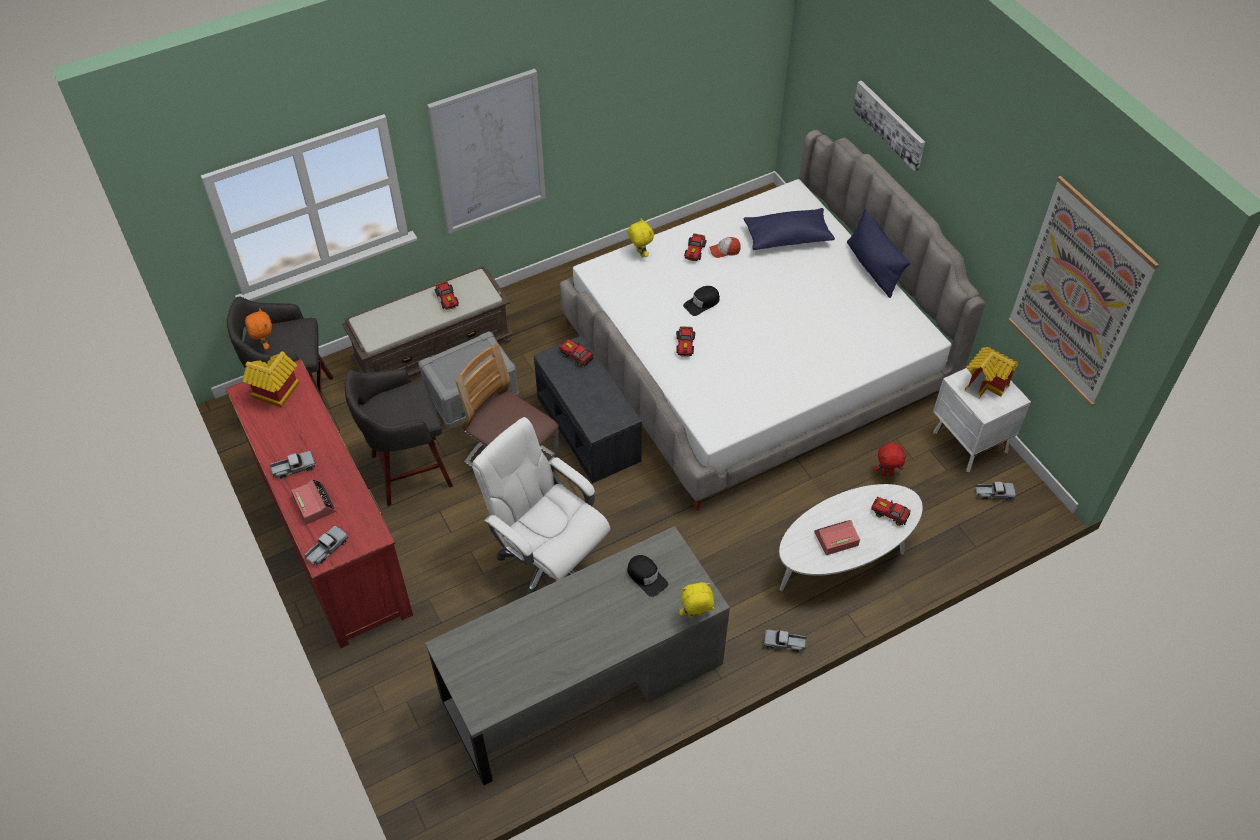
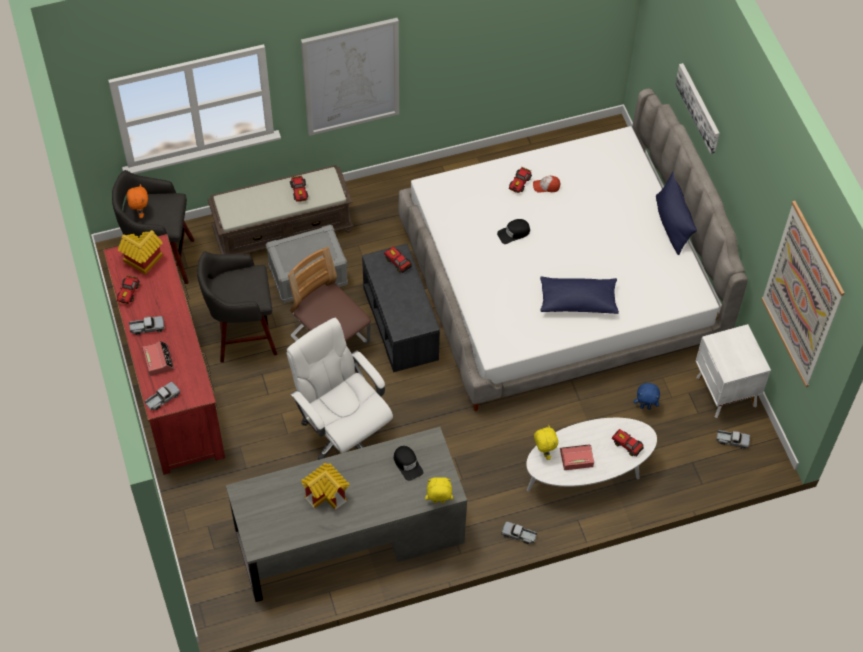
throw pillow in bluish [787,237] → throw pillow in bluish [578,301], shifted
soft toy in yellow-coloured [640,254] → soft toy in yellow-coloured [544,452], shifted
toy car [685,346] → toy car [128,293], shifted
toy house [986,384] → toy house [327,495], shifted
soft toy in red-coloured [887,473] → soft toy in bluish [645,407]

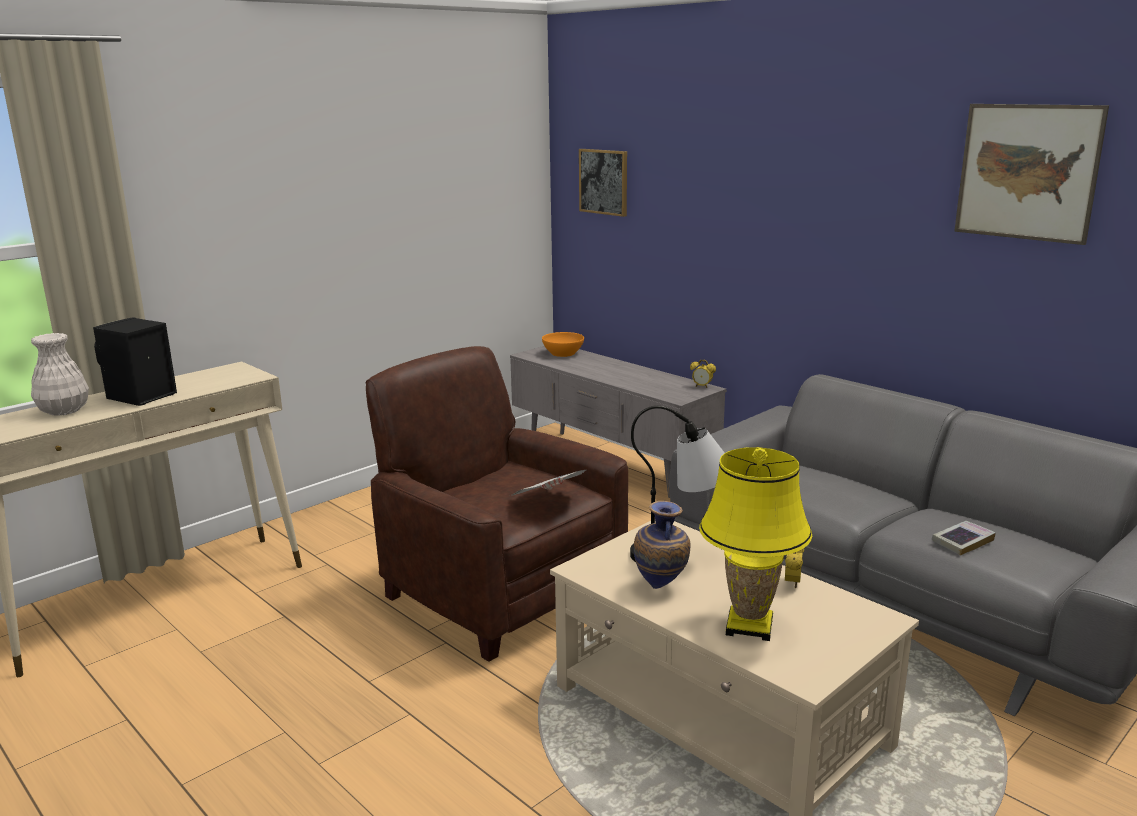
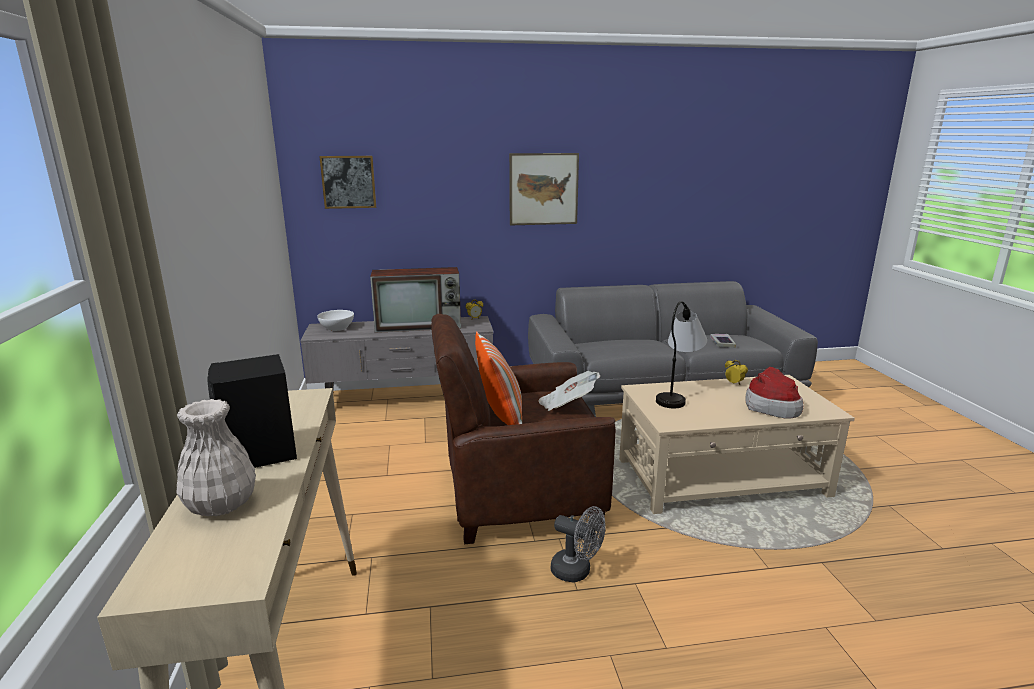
wall picture [1027,172] → wall picture [543,189], shifted
deep dish in orange-coloured [563,353] → deep dish in white-coloured [337,328]
lamp for a table in yellow-coloured [750,626] → clothing hat [771,406]
decorative vase [661,587] → -
- → television [420,325]
- → throw pillow [500,417]
- → fan in grey [577,571]

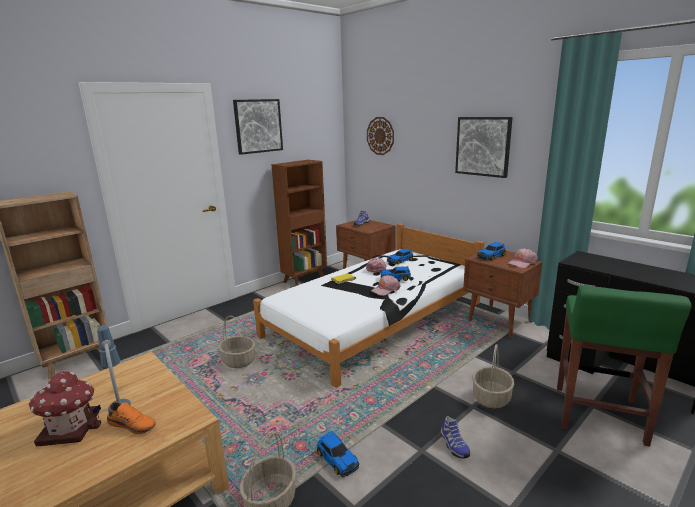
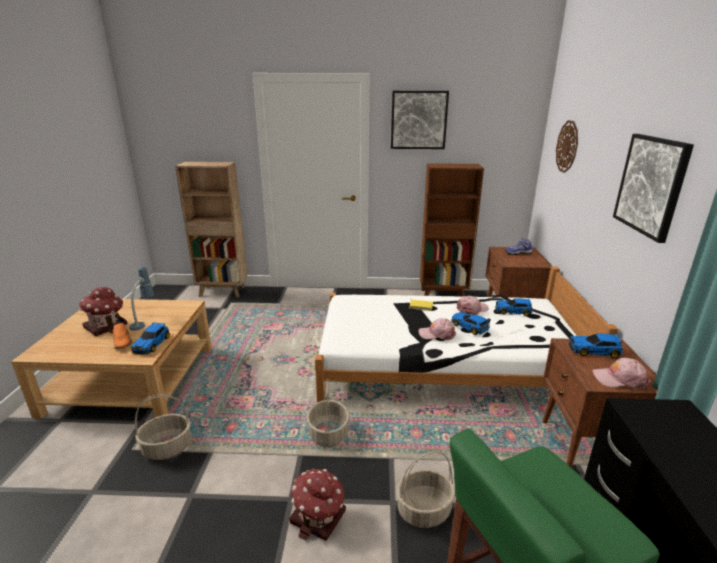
storage basket [238,361] → storage basket [328,434], shifted
shoe [453,445] → toy house [318,517]
toy car [337,458] → toy car [152,343], shifted

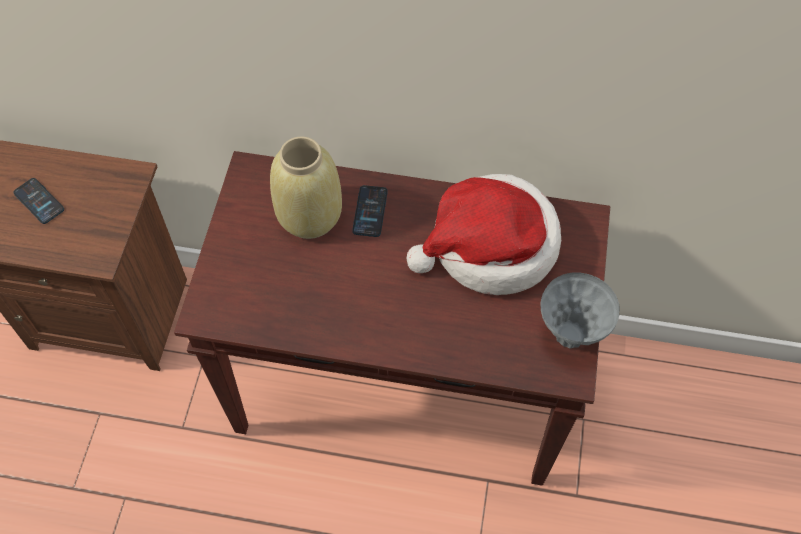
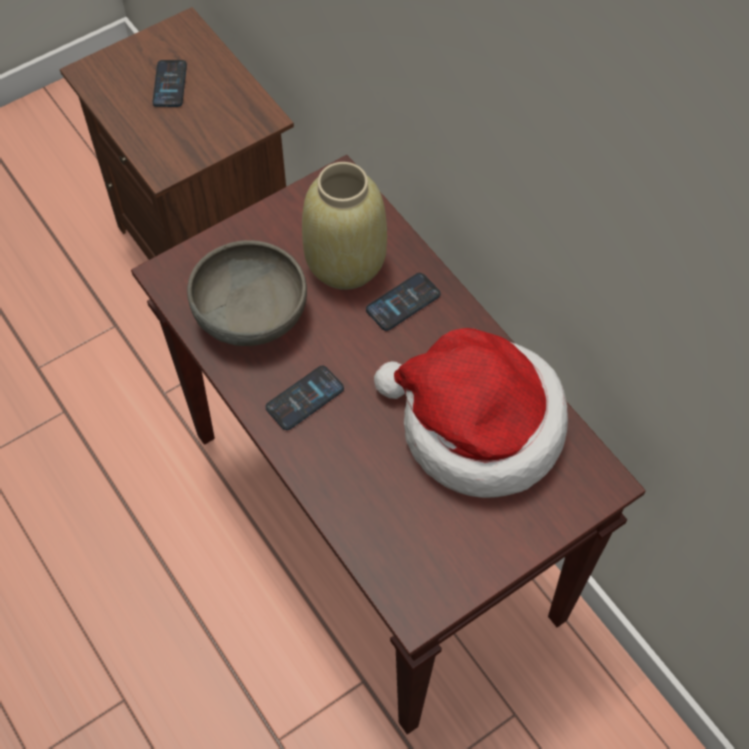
decorative vase in grey [570,335] → -
- → deep dish in grey [250,313]
- → phone [305,398]

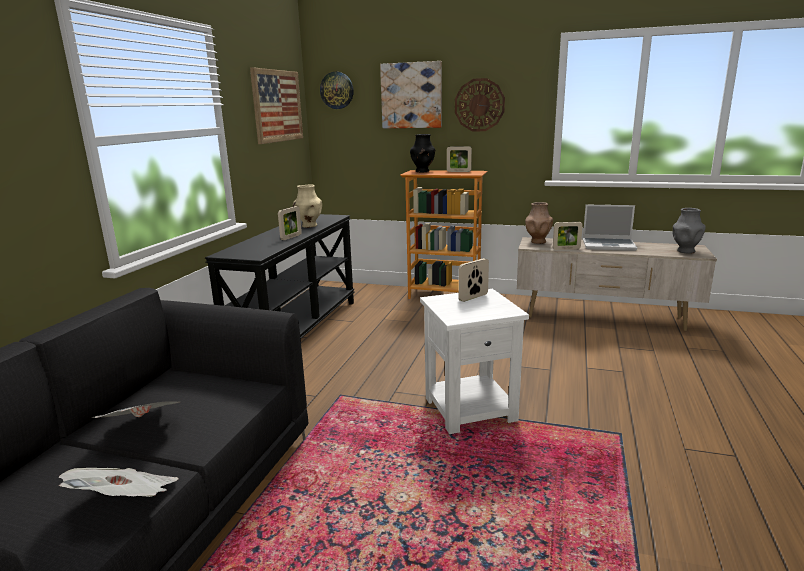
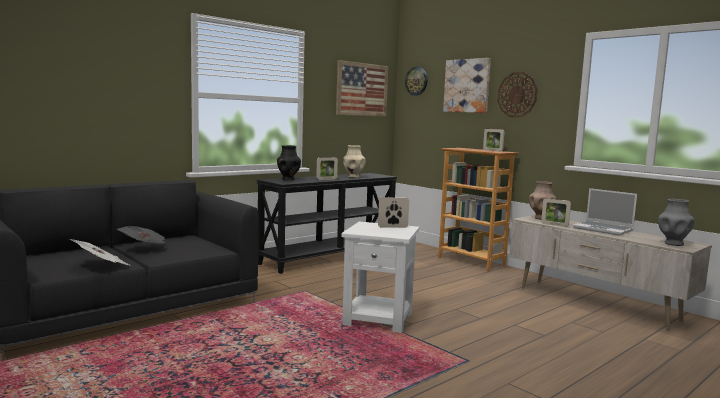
decorative vase in blackish [422,171] → decorative vase in blackish [288,179], shifted

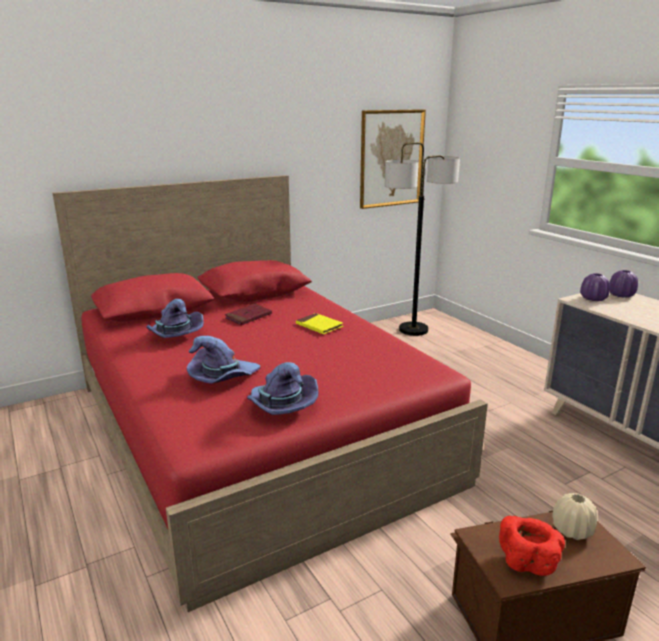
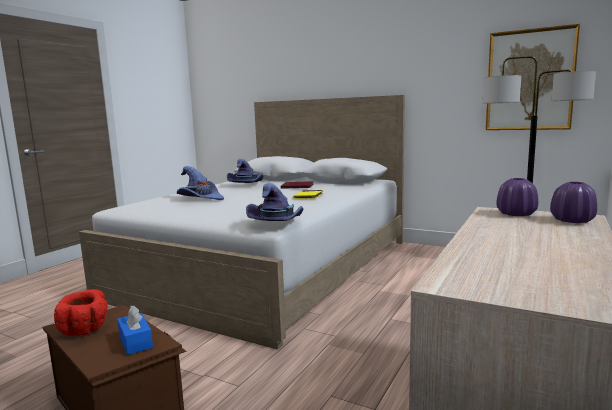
sleeping bed in red-coloured [256,430] → sleeping bed in white-coloured [269,266]
clothing hat in purplish [280,406] → clothing hat in purplish [276,223], shifted
decorative vase in beige-coloured [572,530] → tissue holder in bluish [135,342]

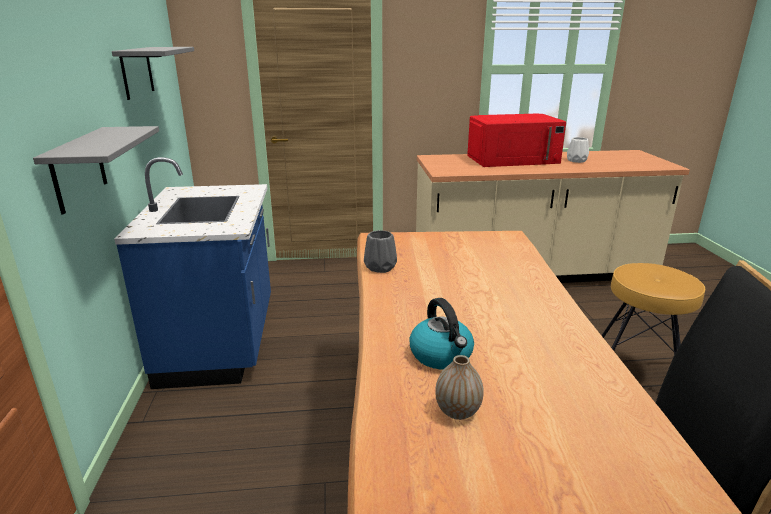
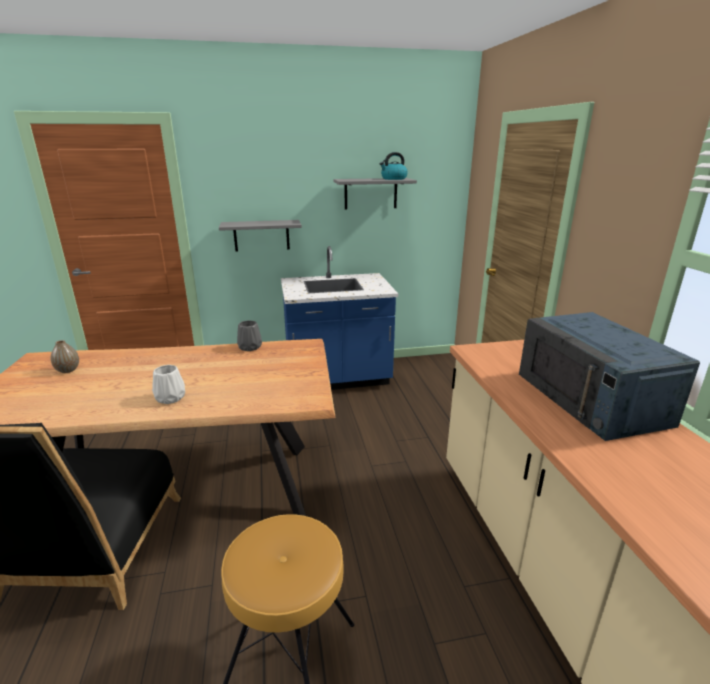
microwave in red-coloured [513,159] → microwave in bluish [591,398]
decorative vase in white-coloured [576,160] → decorative vase in white-coloured [171,397], shifted
tea kettle [442,355] → tea kettle [393,179], shifted

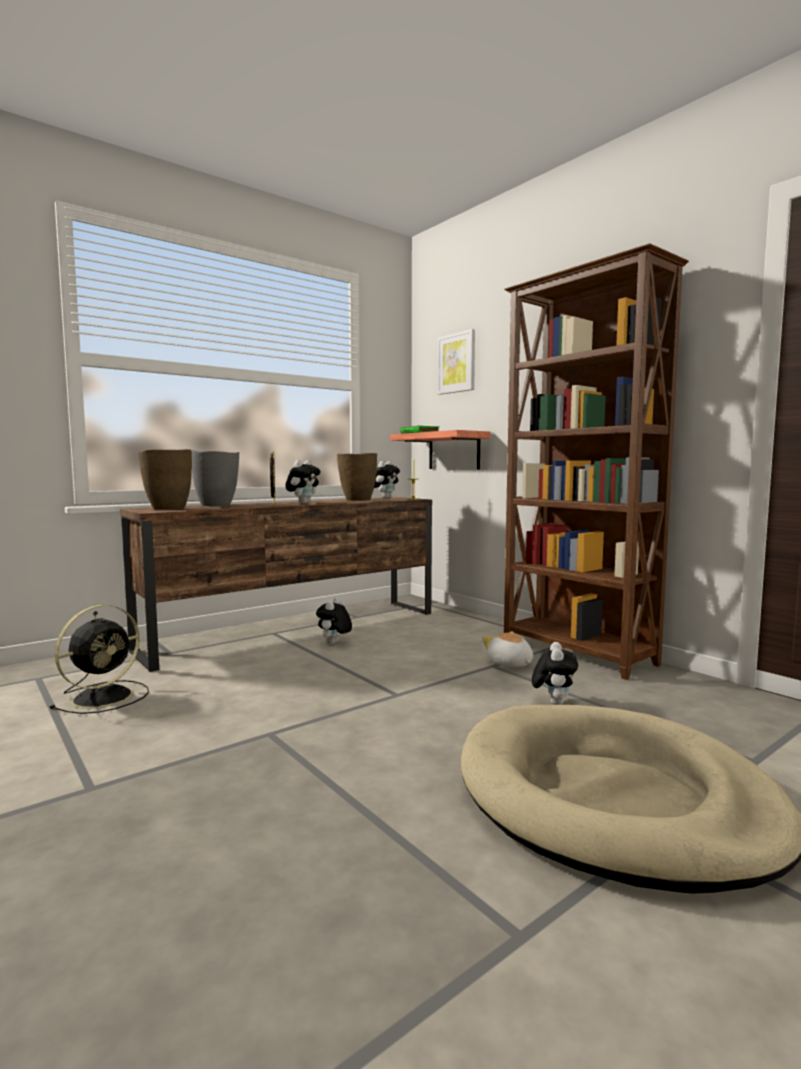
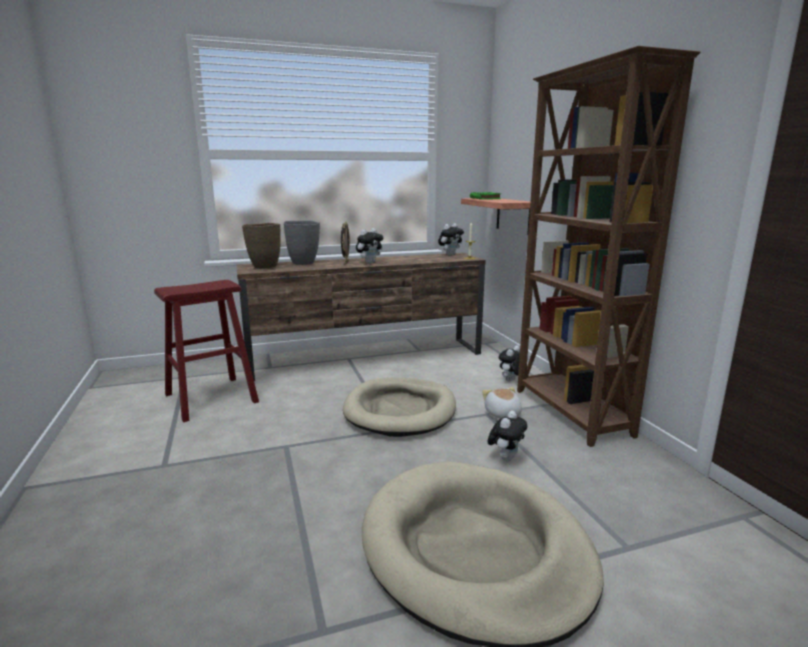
wall picture [456,363] → -
decorative vase in brown [357,500] → -
soft toy [334,643] → soft toy [511,381], shifted
fan in blackish [105,696] → stool seat in red-coloured [211,398]
- → dog cushion in beige-coloured [400,410]

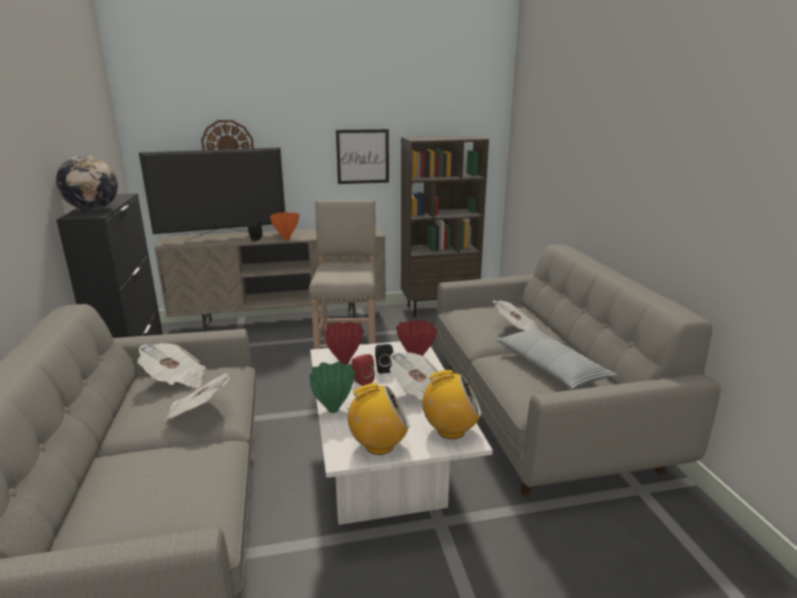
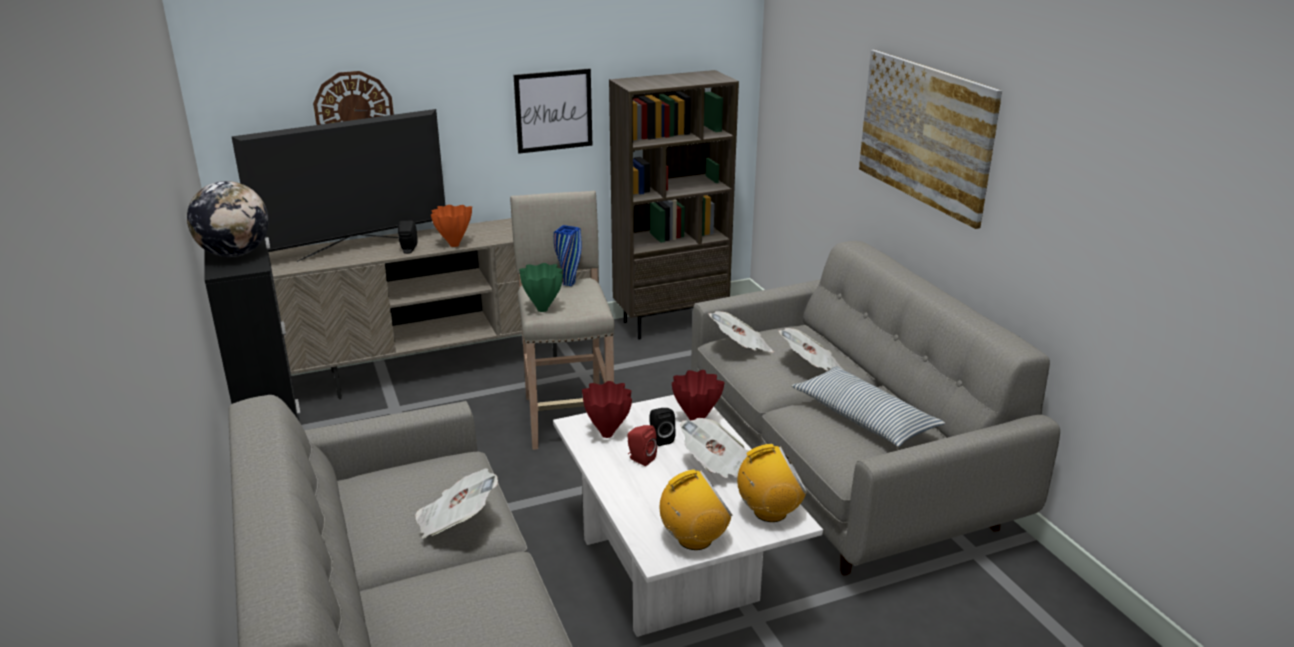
daily paper [176,380] → daily paper [741,347], shifted
decorative vase in green-coloured [334,409] → decorative vase in green-coloured [543,309], shifted
- → wall picture [925,134]
- → decorative vase in bluish [569,283]

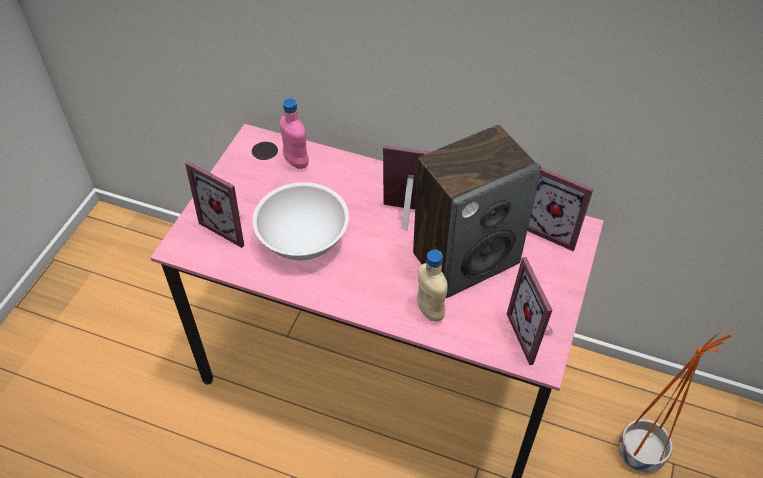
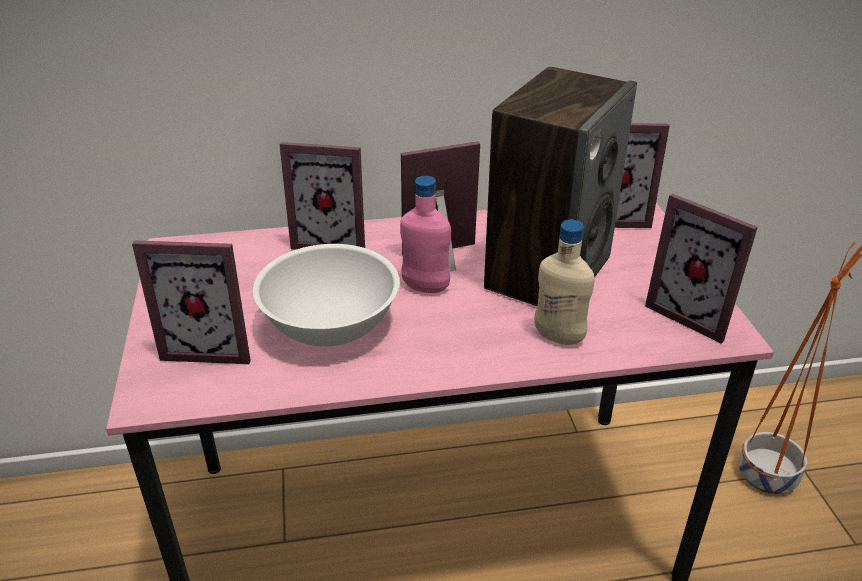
drink bottle in pink-coloured [296,162] → drink bottle in pink-coloured [425,287], shifted
- → photo frame [332,240]

